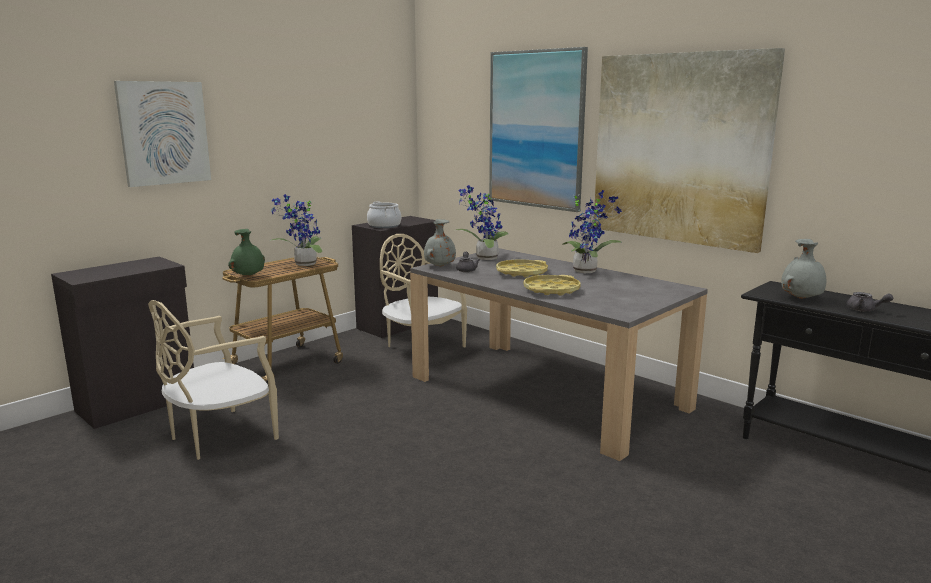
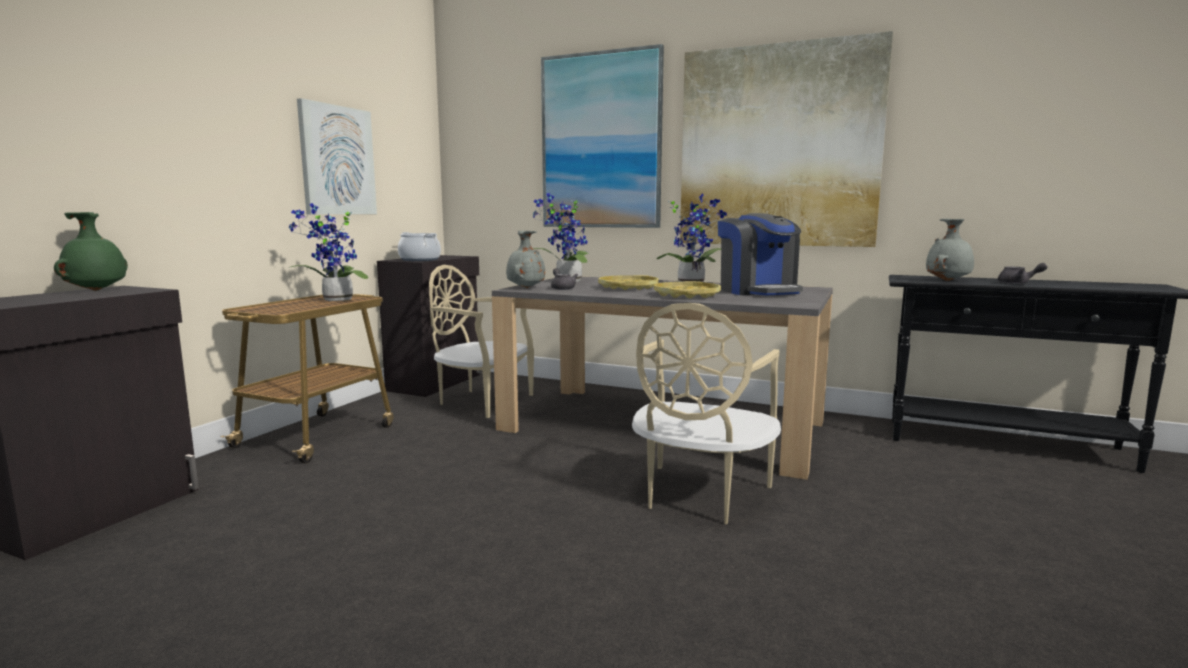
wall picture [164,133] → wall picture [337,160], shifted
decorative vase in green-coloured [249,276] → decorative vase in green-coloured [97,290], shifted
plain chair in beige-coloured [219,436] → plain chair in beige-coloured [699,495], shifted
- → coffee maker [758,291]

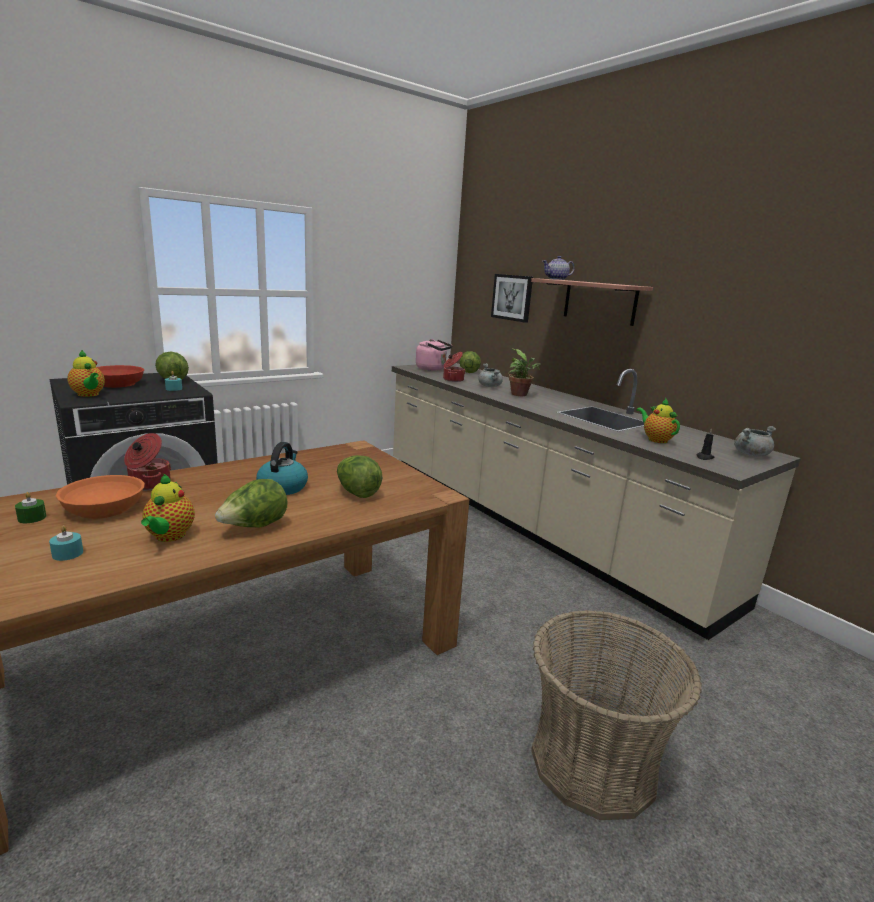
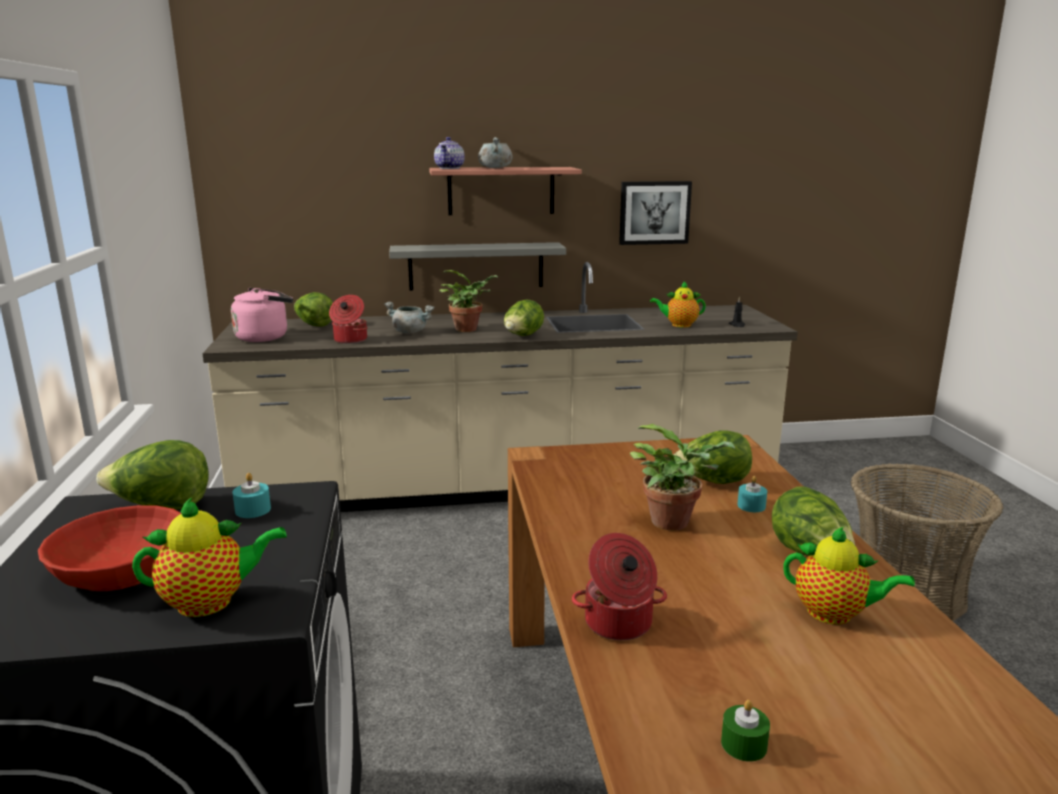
wall picture [512,297] → wall picture [654,212], shifted
stockpot in grey [751,454] → stockpot in grey [495,168], shifted
tea kettle [283,487] → potted plant [675,522]
deep dish in orange-coloured [104,508] → -
wax light in turquoise [67,553] → wax light in turquoise [751,506], shifted
- → bracket shelf in grey [476,266]
- → lettuce head [522,336]

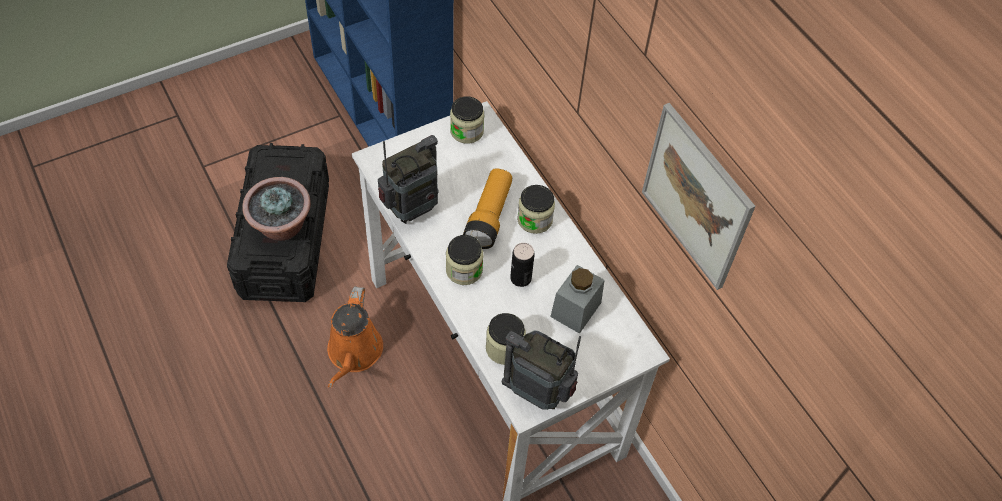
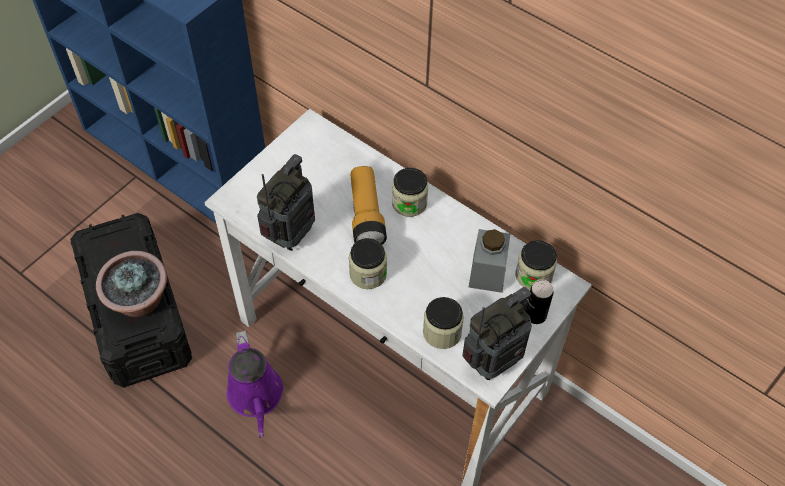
storage jar [466,131] → storage jar [533,275], shifted
wall picture [696,197] → -
can [520,278] → can [535,315], shifted
watering pot in orange-coloured [354,353] → watering pot in purplish [256,397]
radio receiver [538,393] → radio receiver [493,361], 135 degrees clockwise

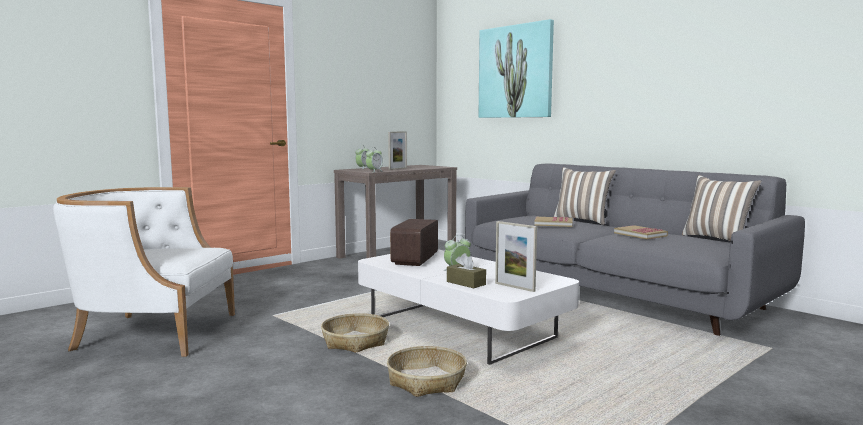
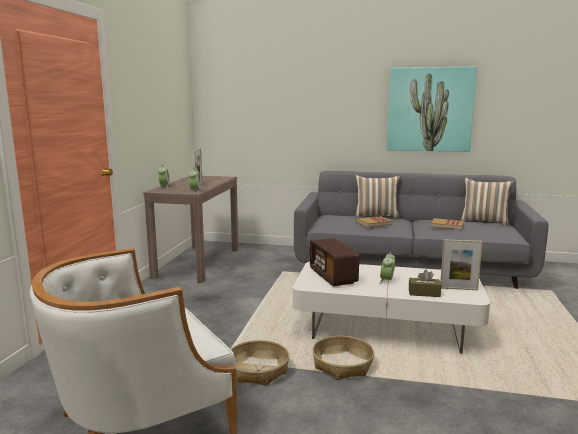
wall picture [516,72] → wall picture [429,109], shifted
storage basket [426,381] → storage basket [258,370], shifted

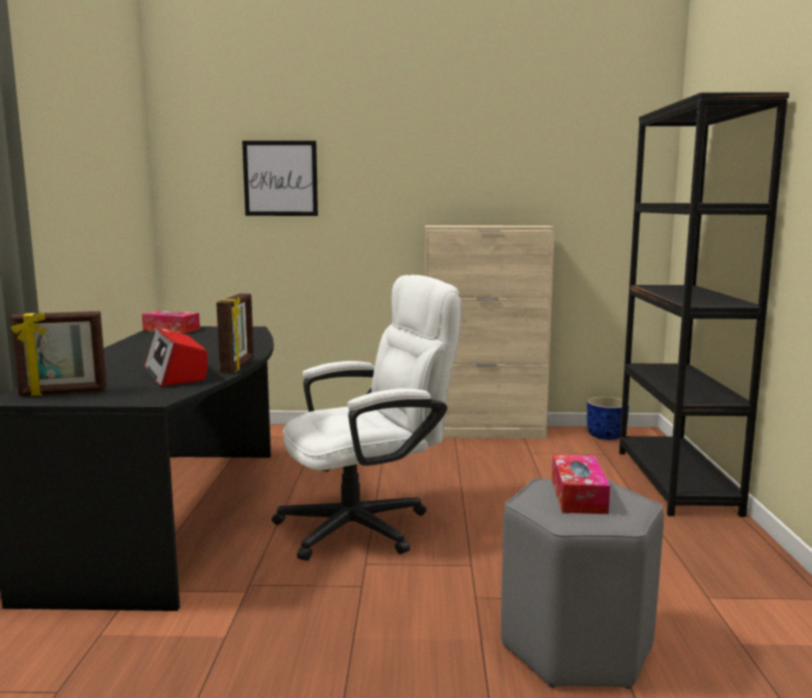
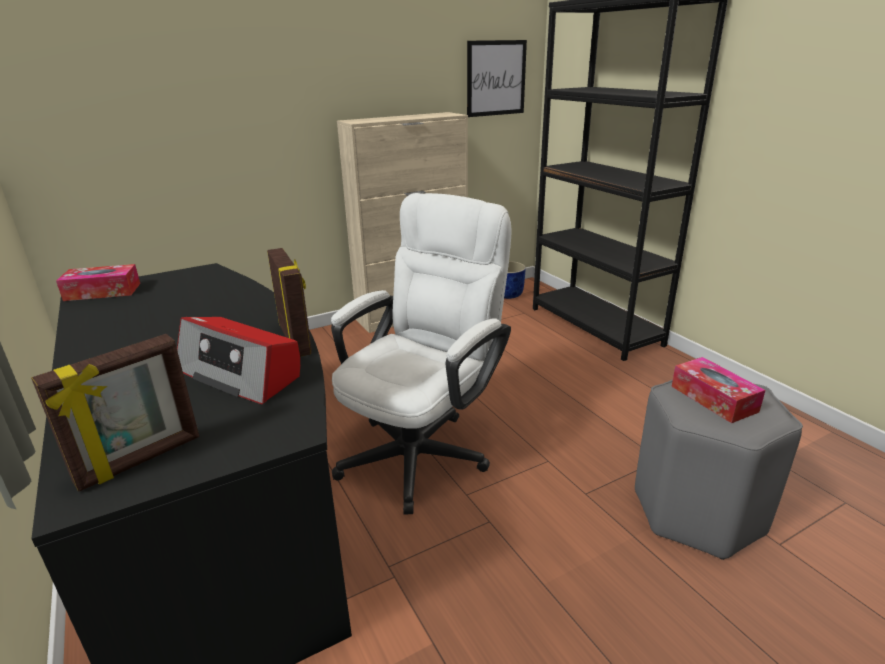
wall picture [280,178] → wall picture [496,78], shifted

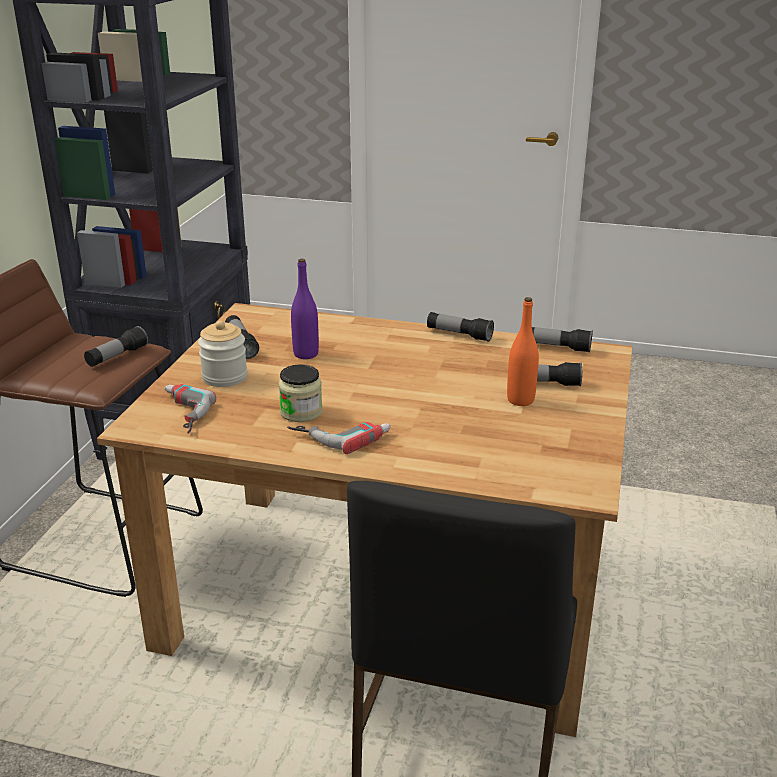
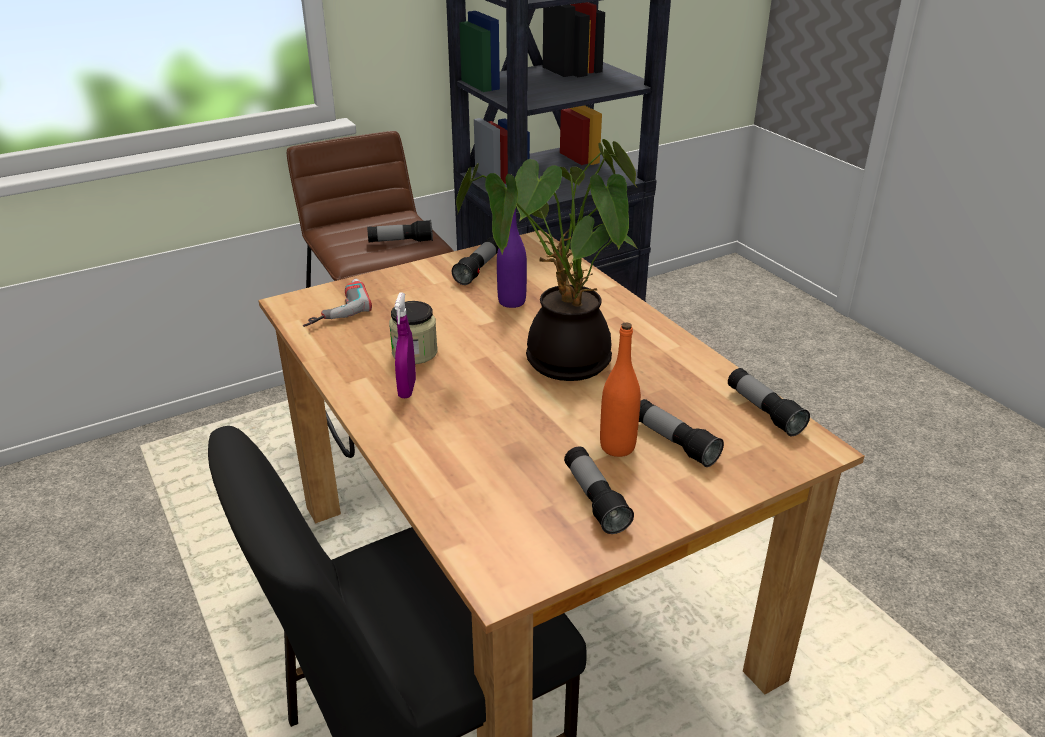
flashlight [459,335] → flashlight [595,499], shifted
storage jar [224,377] → -
power drill [340,434] → spray bottle in purplish [407,389]
- → potted plant [560,361]

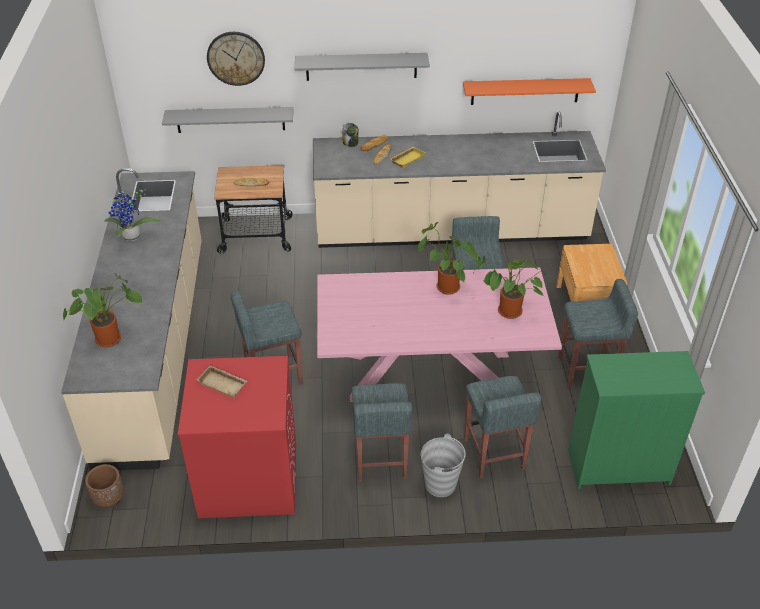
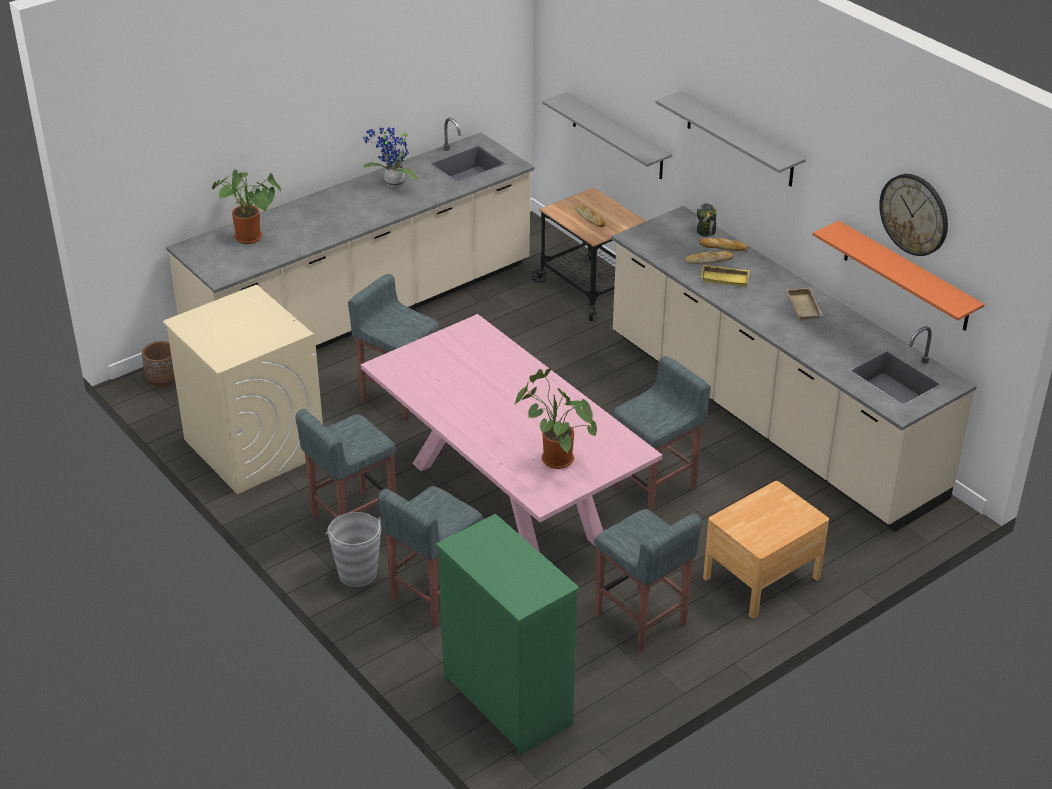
clock on the wall [236,58] → clock on the wall [914,214], shifted
potted plant [445,287] → -
washing machine in red-coloured [247,479] → washing machine in beige-coloured [253,446]
carrying tray in beige-coloured [223,383] → carrying tray in beige-coloured [805,307], shifted

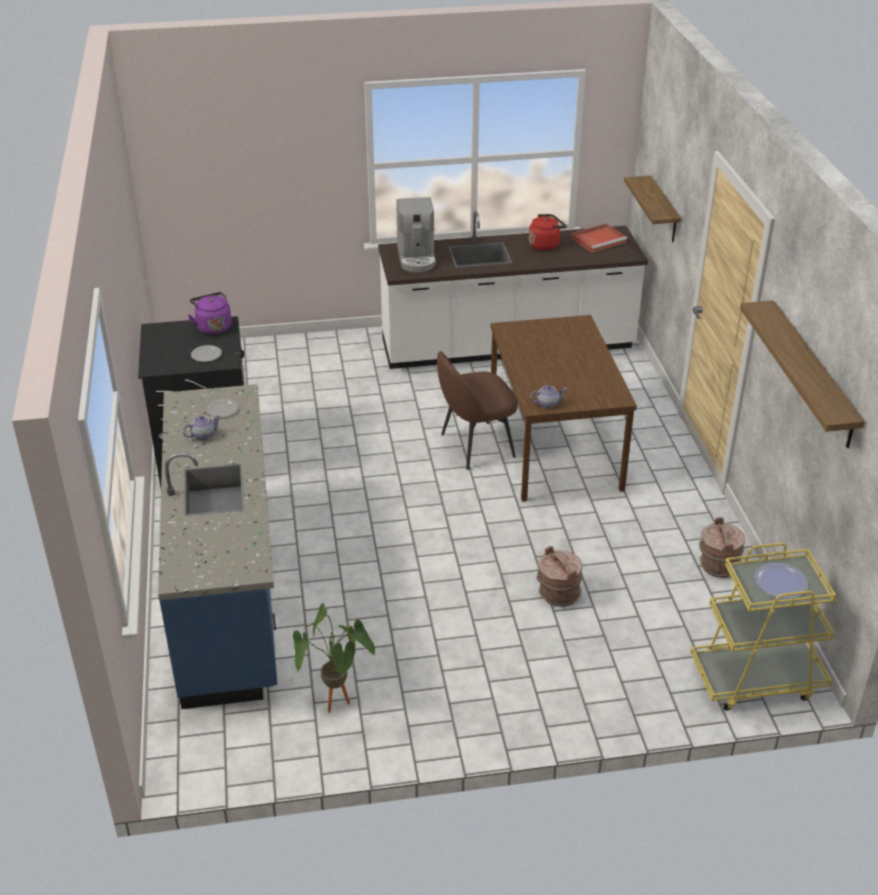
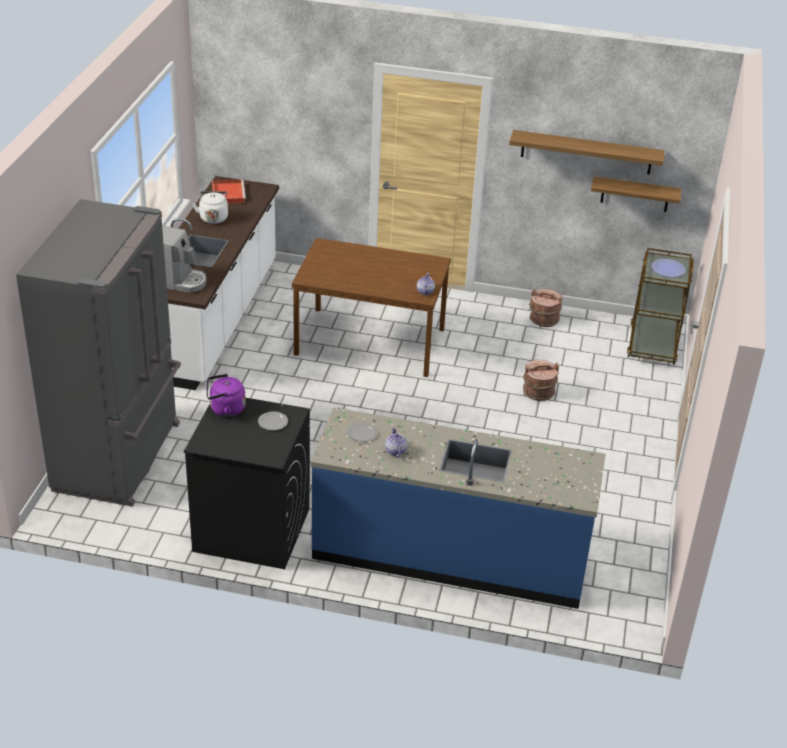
bracket shelf [663,210] → bracket shelf [635,194], shifted
tea kettle in red-coloured [545,245] → tea kettle in white-coloured [213,217]
plain chair in brown [475,446] → -
wheeled cart in yellow-coloured [756,679] → wheeled cart in brown [652,344]
potted plant [337,708] → -
- → kitchen fridge in grey [120,457]

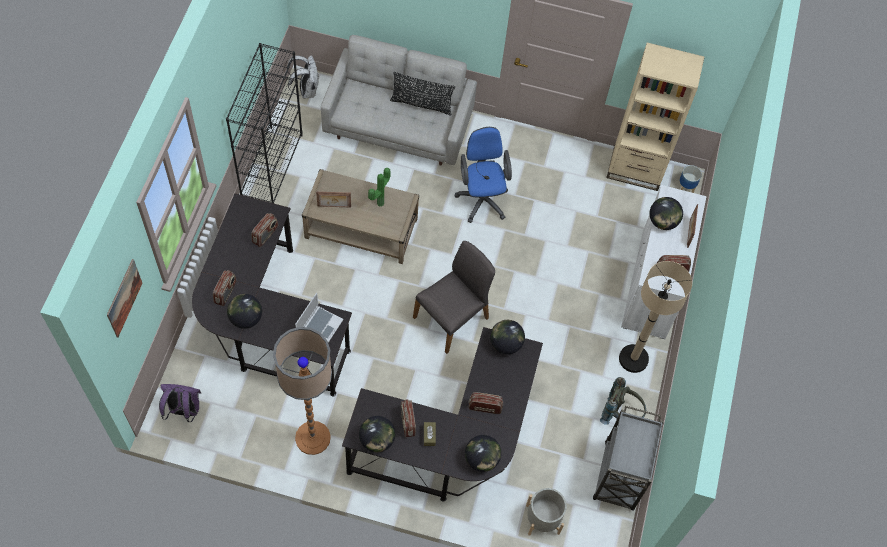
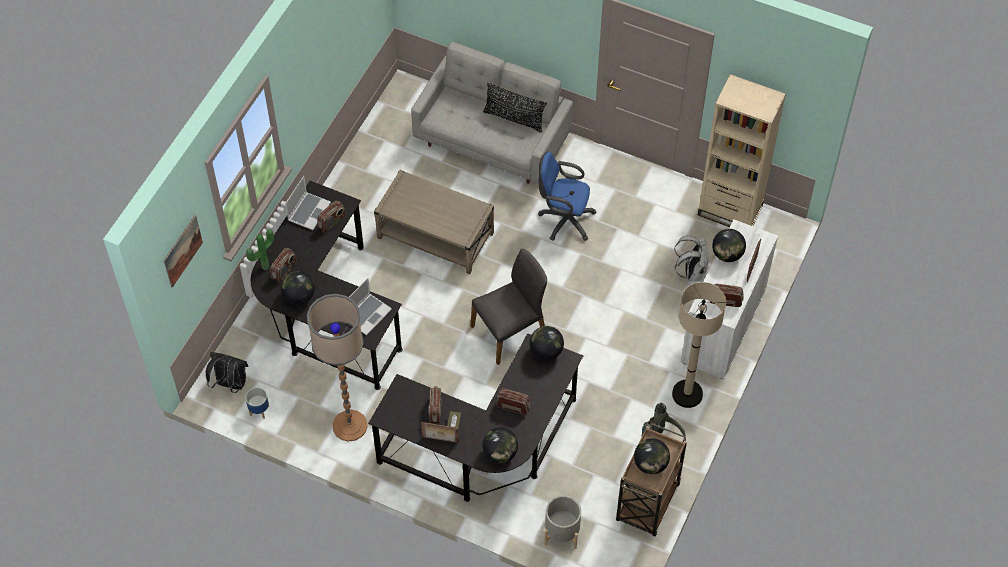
bookcase in blackish [272,165] → -
backpack in white-coloured [306,90] → backpack in white-coloured [691,272], shifted
office chair in bluish [482,198] → office chair in bluish [564,220], 75 degrees counterclockwise
flower pot [686,187] → flower pot [259,410], shifted
potted plant [379,202] → potted plant [264,266], shifted
photo frame [334,207] → photo frame [440,440], shifted
backpack in purplish [183,410] → backpack in blackish [230,384]
wheeled cart in grey [618,477] → wheeled cart in brown [647,504]
world globe [377,440] → world globe [650,464], shifted
- → notebook computer [309,211]

